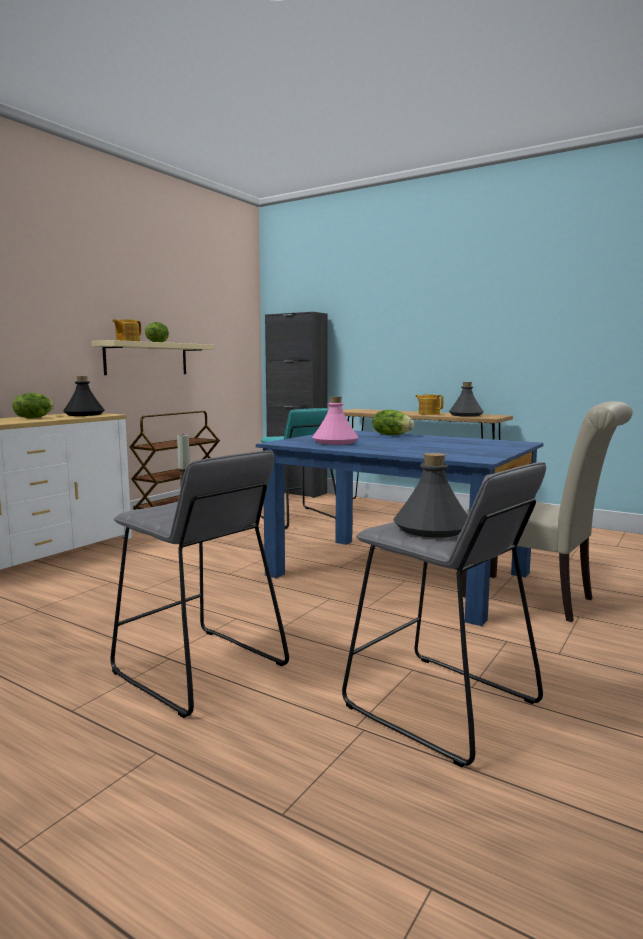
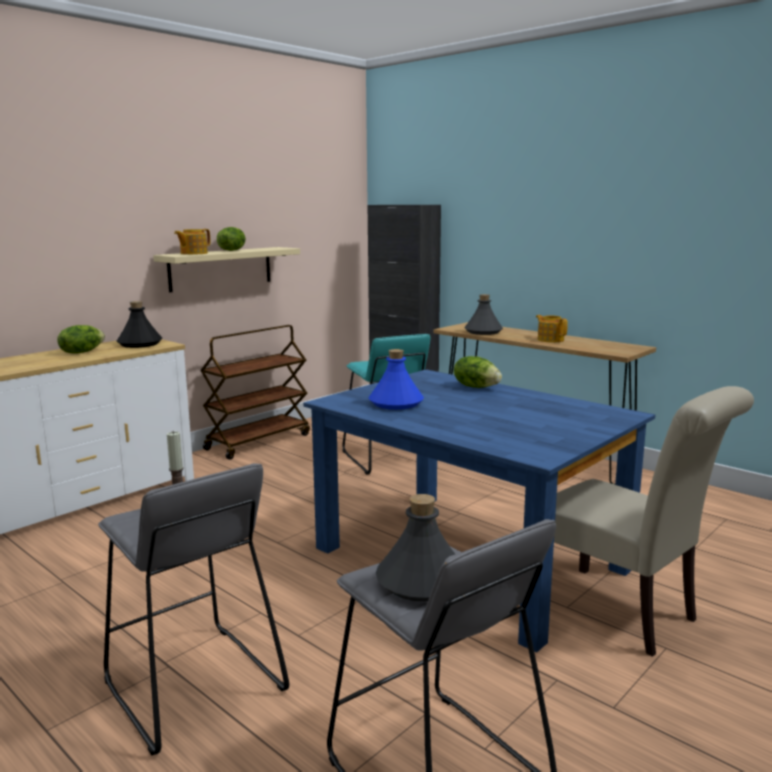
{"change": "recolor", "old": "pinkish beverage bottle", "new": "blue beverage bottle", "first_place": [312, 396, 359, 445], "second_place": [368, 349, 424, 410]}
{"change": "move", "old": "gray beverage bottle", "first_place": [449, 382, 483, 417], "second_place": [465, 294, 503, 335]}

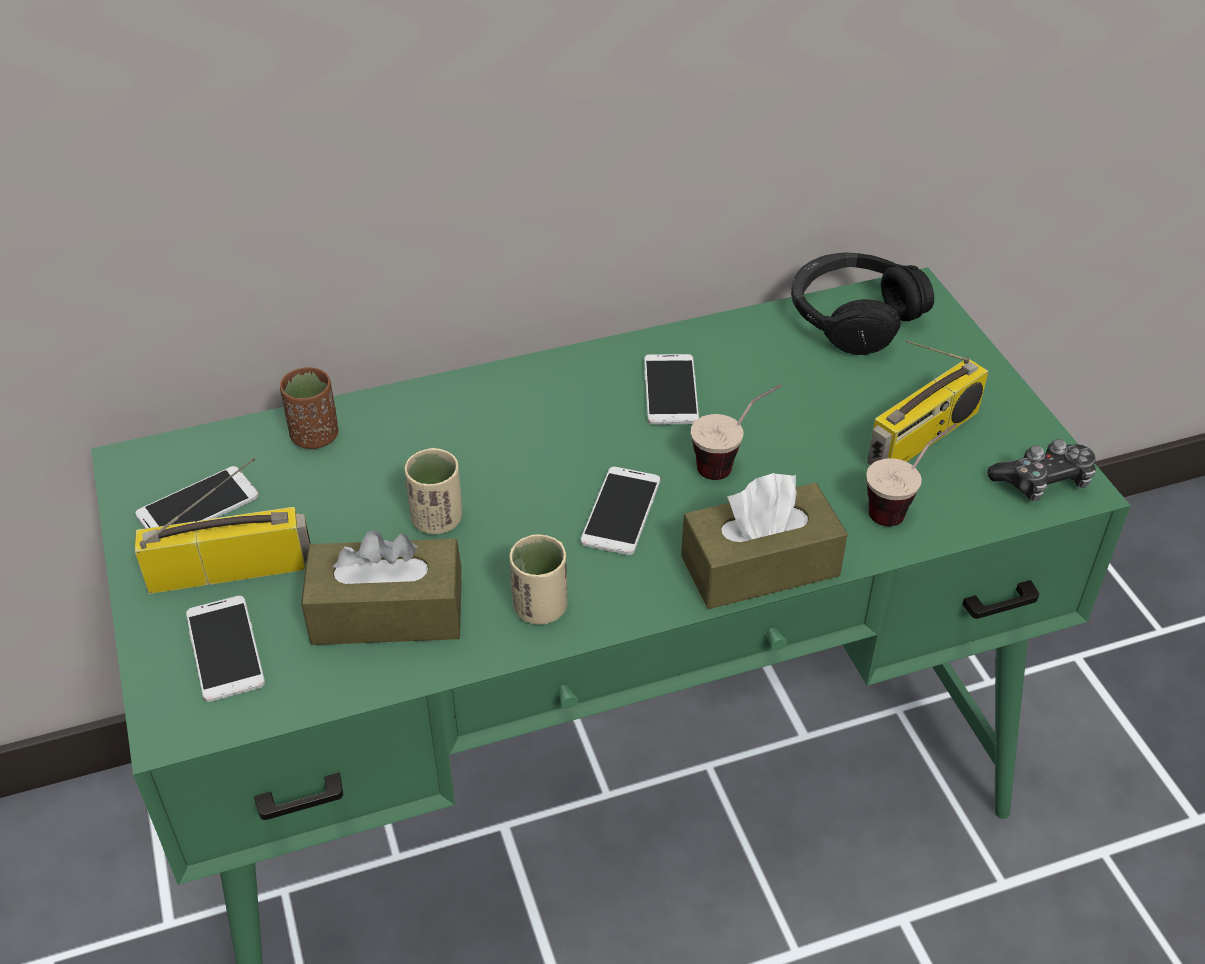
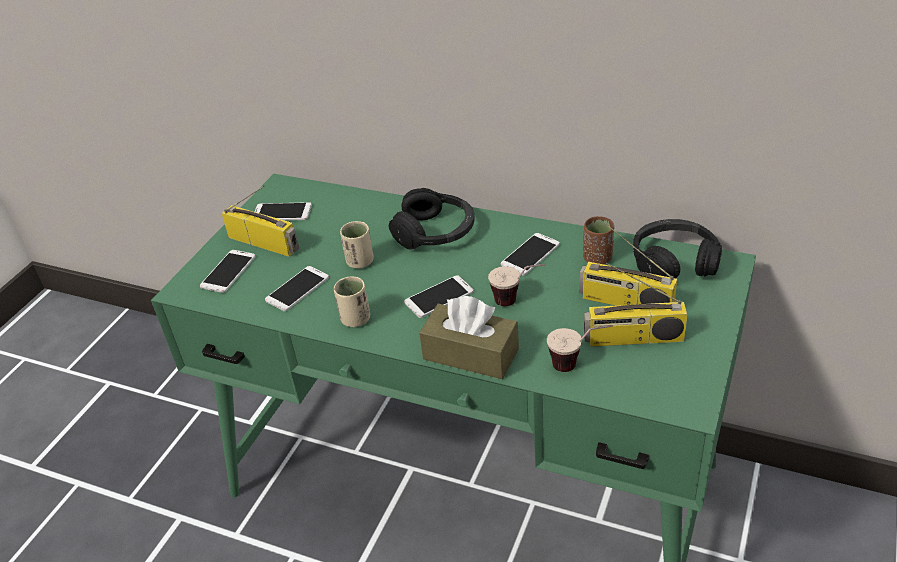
{"change": "replace", "old": "brownish tissue holder", "new": "telephone", "first_place": [301, 530, 462, 645], "second_place": [265, 266, 329, 311]}
{"change": "insert", "new": "blackish pair of headphones", "second_place": [389, 188, 475, 250]}
{"change": "insert", "new": "radio", "second_place": [579, 221, 677, 306]}
{"change": "move", "old": "brownish cup", "first_place": [280, 367, 338, 449], "second_place": [583, 216, 614, 264]}
{"change": "delete", "old": "joypad", "first_place": [987, 439, 1096, 501]}

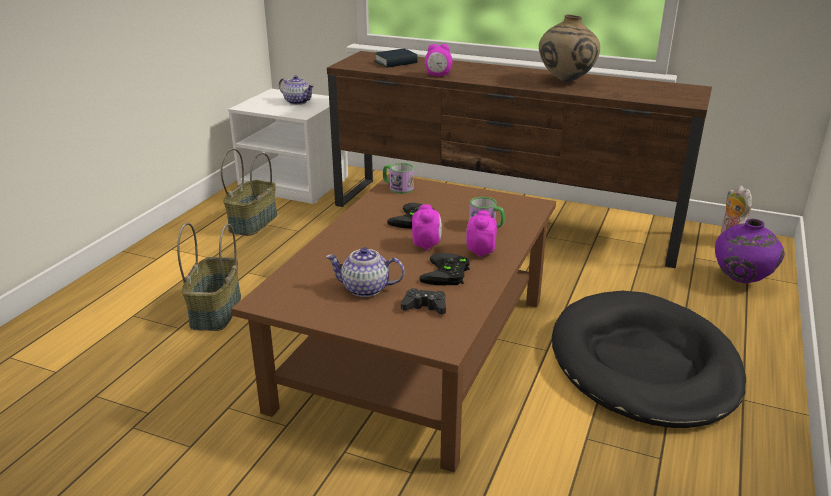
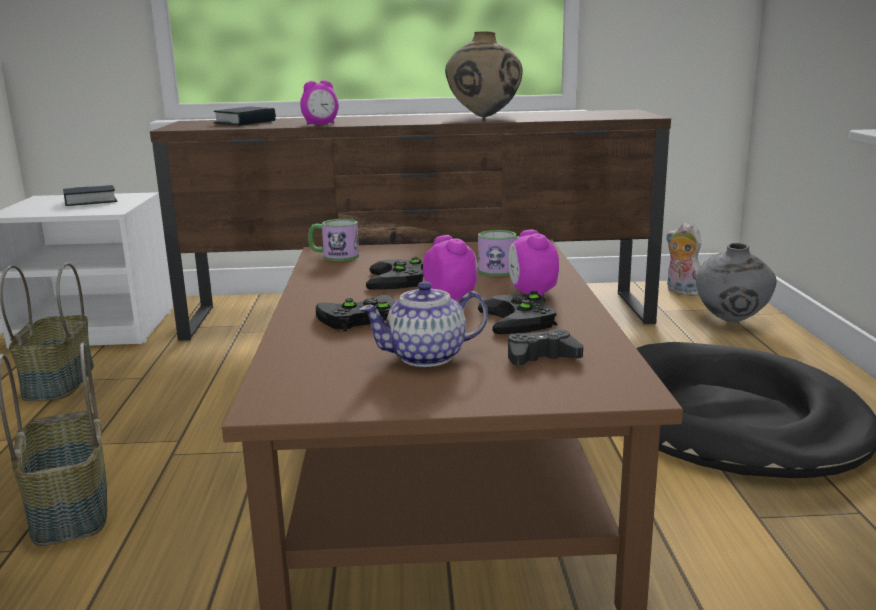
{"change": "replace", "old": "tea pot", "new": "volume", "first_place": [279, 75, 314, 105], "second_place": [63, 185, 118, 206]}
{"change": "insert", "new": "blackish joypad", "second_place": [316, 295, 395, 331]}
{"change": "recolor", "old": "purple-coloured flower vase", "new": "gray flower vase", "first_place": [715, 219, 785, 283], "second_place": [696, 243, 776, 322]}

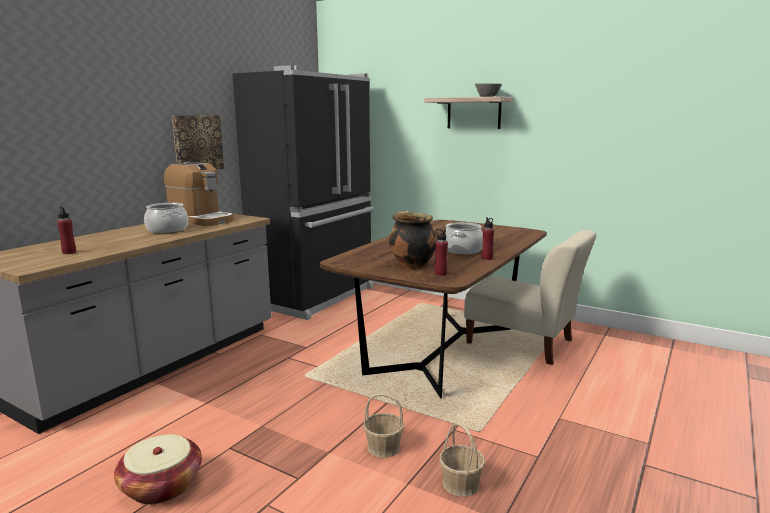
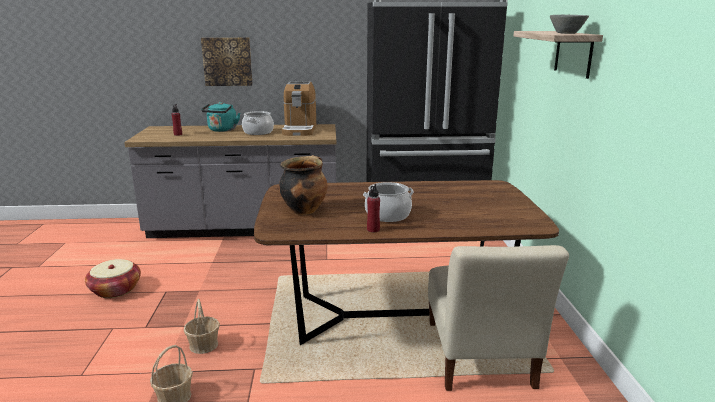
{"change": "move", "old": "wall art", "first_place": [172, 116, 224, 170], "second_place": [201, 37, 253, 86]}
{"change": "insert", "new": "turquoise-coloured water kettle", "second_place": [201, 102, 240, 132]}
{"change": "delete", "old": "reddish beverage bottle", "first_place": [435, 229, 448, 276]}

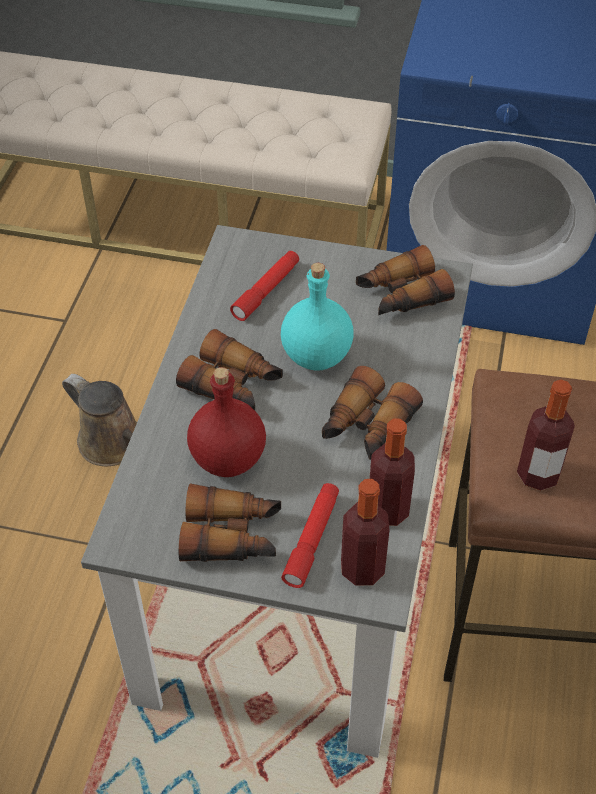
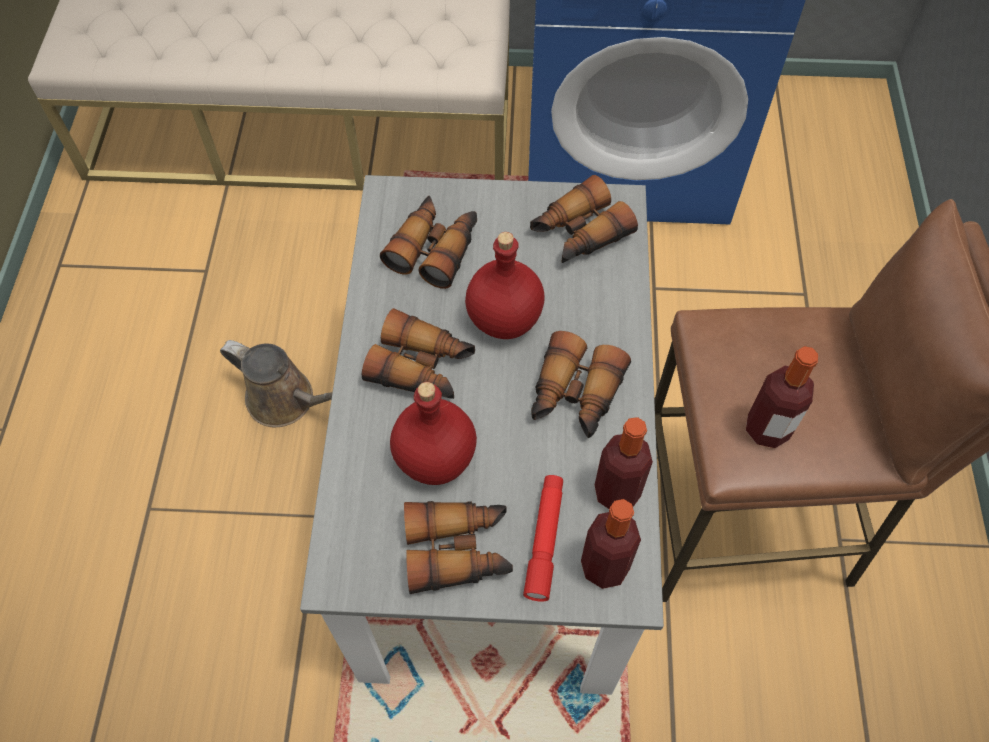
{"change": "replace", "old": "reddish flashlight", "new": "pair of binoculars", "first_place": [230, 251, 299, 321], "second_place": [380, 196, 477, 289]}
{"change": "recolor", "old": "turquoise-coloured beverage bottle", "new": "reddish beverage bottle", "first_place": [281, 263, 354, 371], "second_place": [465, 232, 545, 339]}

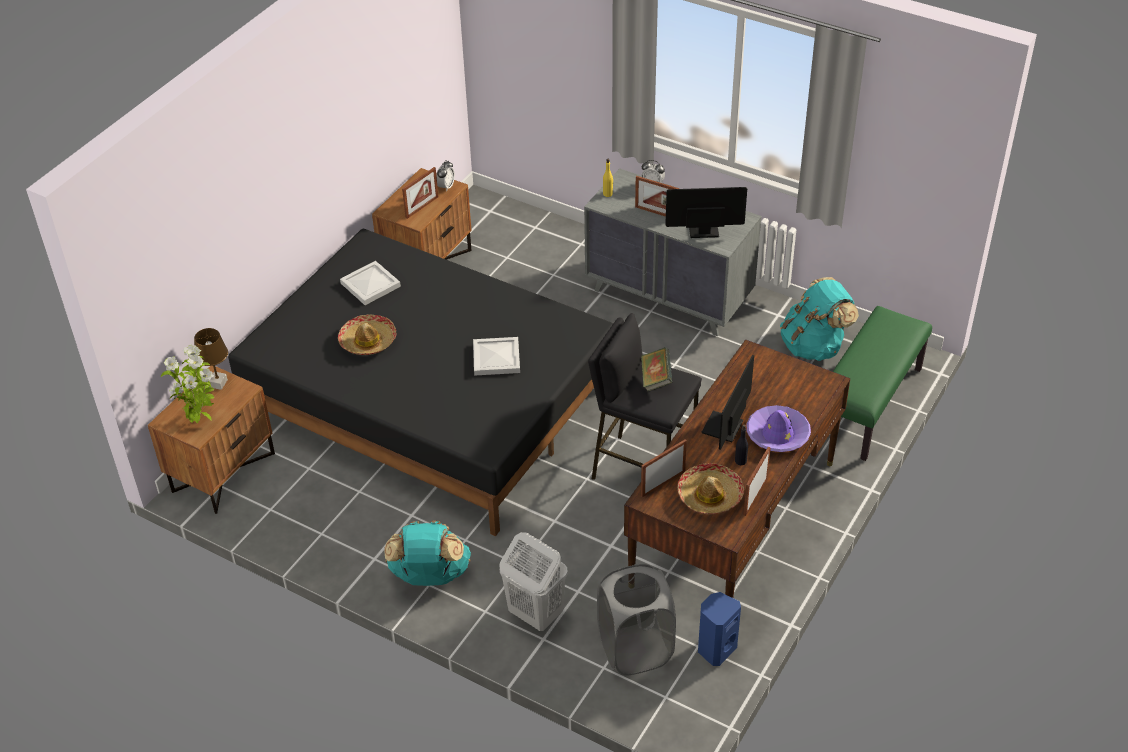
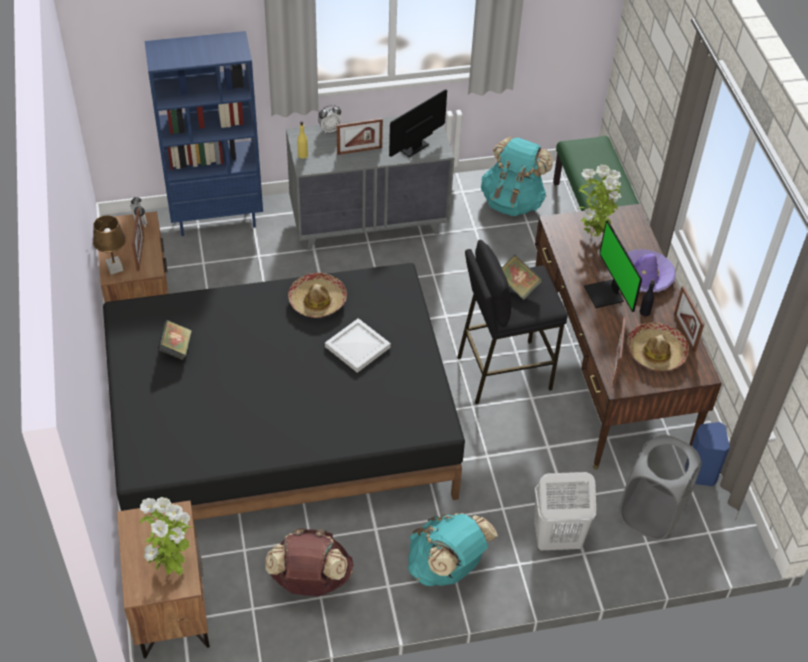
{"change": "move", "old": "brownish tabletop lamp", "first_place": [194, 328, 228, 390], "second_place": [93, 215, 126, 274]}
{"change": "insert", "new": "blue shelving unit", "second_place": [145, 31, 263, 236]}
{"change": "replace", "old": "whitish carrying tray", "new": "volume", "first_place": [340, 261, 401, 305], "second_place": [157, 320, 192, 360]}
{"change": "insert", "new": "brownish backpack", "second_place": [266, 528, 354, 596]}
{"change": "move", "old": "wearable hat", "first_place": [338, 314, 397, 355], "second_place": [288, 273, 347, 318]}
{"change": "insert", "new": "houseplant", "second_place": [578, 164, 621, 238]}

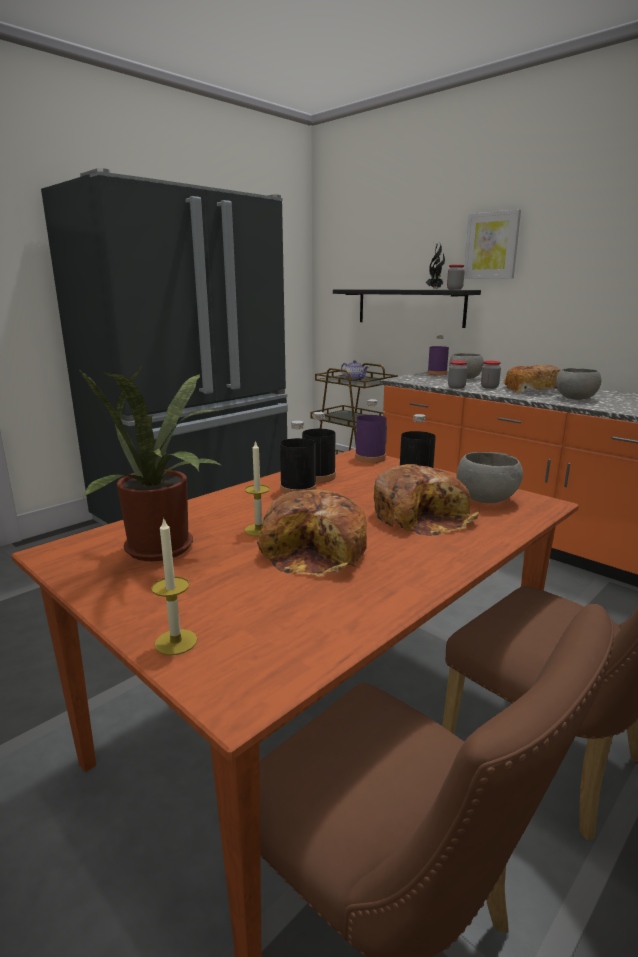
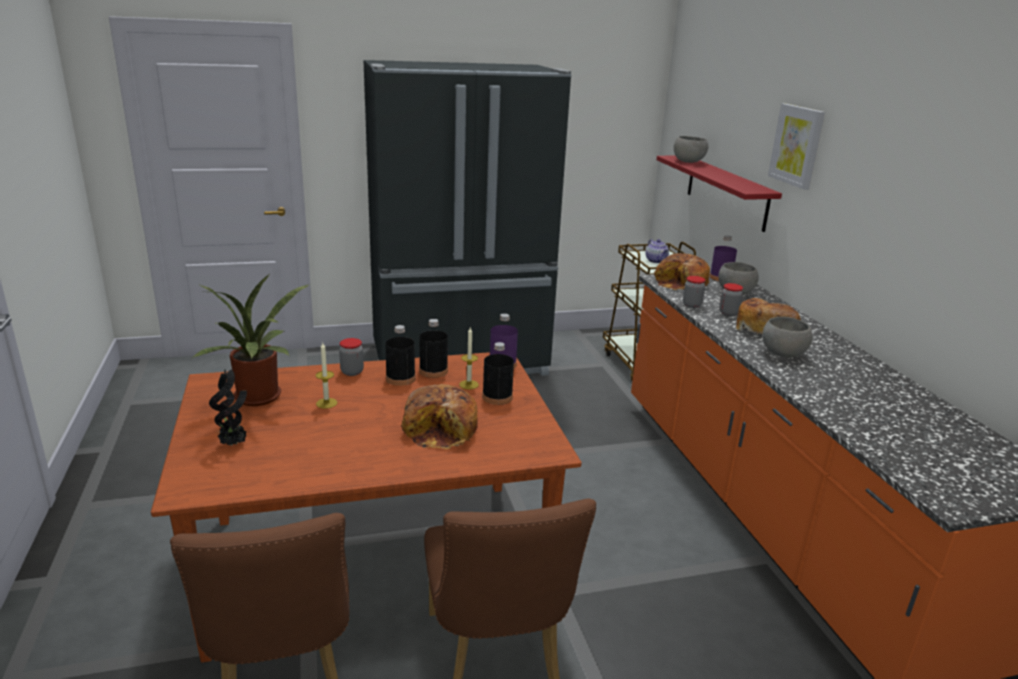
{"change": "move", "old": "houseplant", "first_place": [426, 244, 445, 289], "second_place": [209, 369, 247, 446]}
{"change": "move", "old": "preserve jar", "first_place": [447, 264, 465, 290], "second_place": [339, 338, 364, 376]}
{"change": "move", "old": "candle", "first_place": [151, 519, 197, 655], "second_place": [459, 326, 479, 390]}
{"change": "move", "old": "bakery bread", "first_place": [257, 489, 367, 576], "second_place": [654, 253, 710, 290]}
{"change": "recolor", "old": "blackish bracket shelf", "new": "reddish bracket shelf", "first_place": [333, 289, 481, 328], "second_place": [656, 156, 782, 232]}
{"change": "move", "old": "gray deep dish", "first_place": [456, 452, 523, 503], "second_place": [674, 136, 708, 163]}

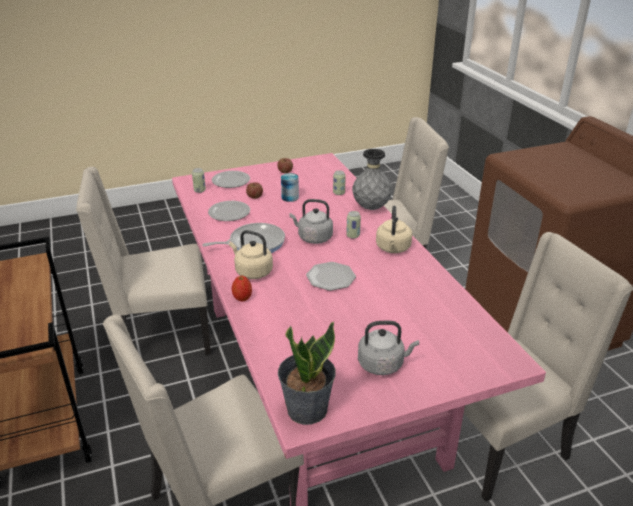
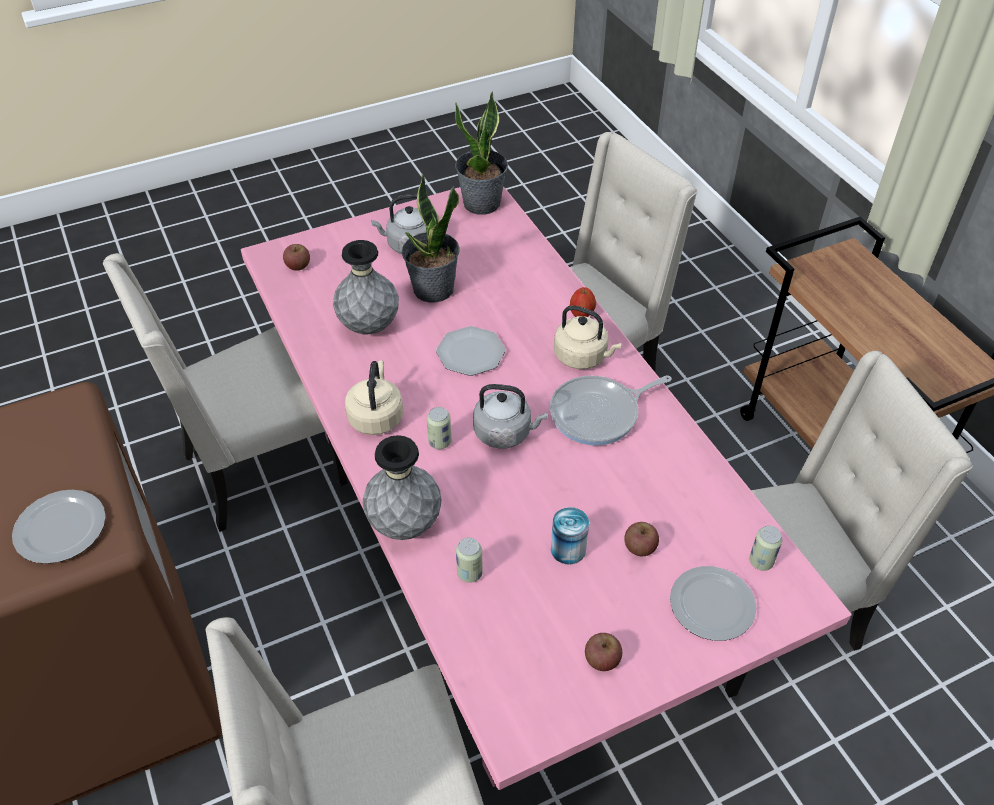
{"change": "move", "old": "plate", "first_place": [208, 201, 250, 221], "second_place": [12, 490, 106, 564]}
{"change": "insert", "new": "apple fruit", "second_place": [283, 244, 310, 271]}
{"change": "insert", "new": "gray flower vase", "second_place": [333, 240, 399, 334]}
{"change": "insert", "new": "houseplant", "second_place": [402, 174, 460, 302]}

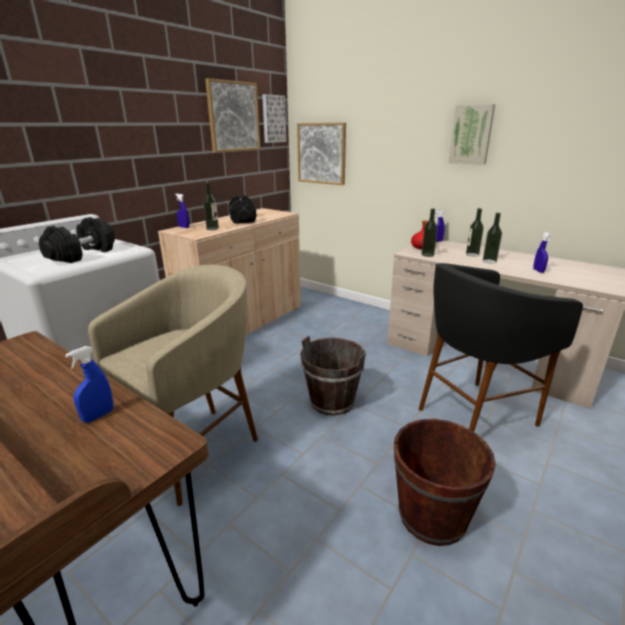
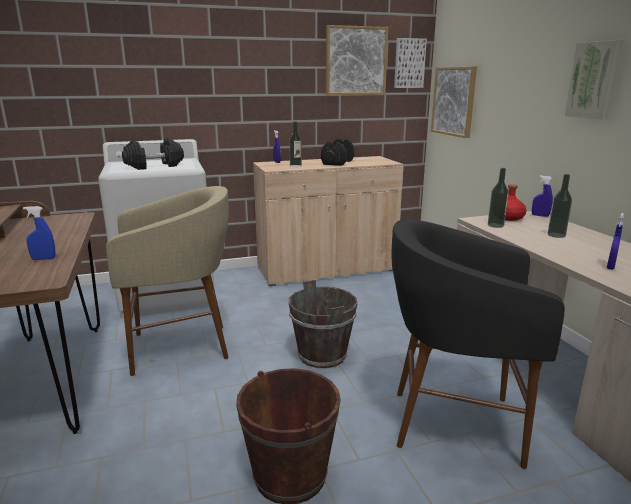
{"change": "delete", "old": "beverage bottle", "first_place": [483, 213, 502, 264]}

